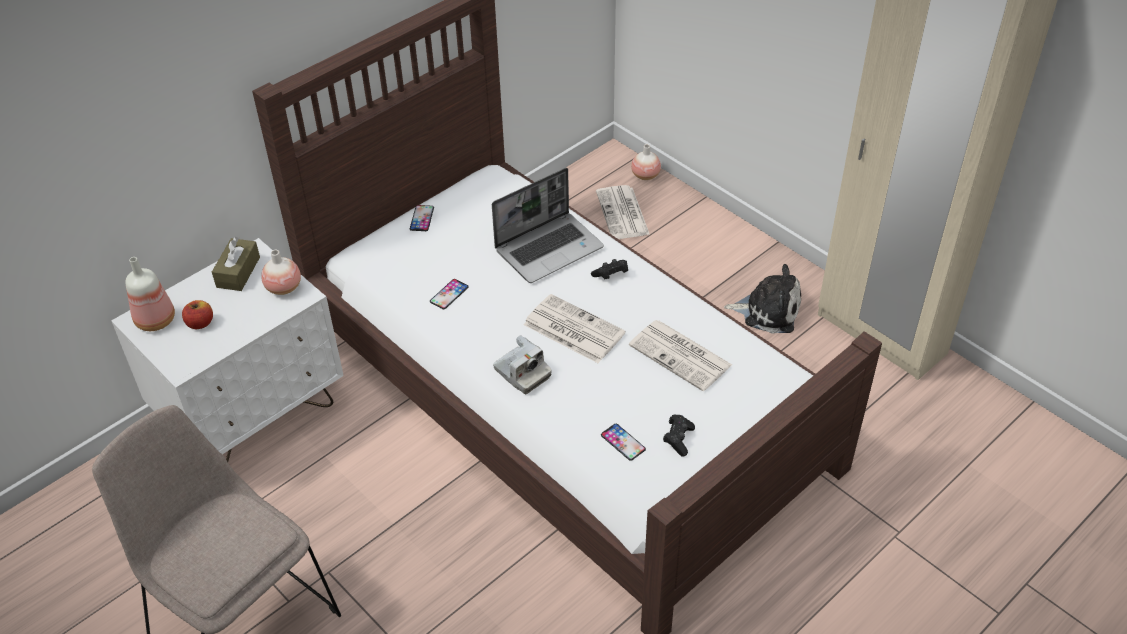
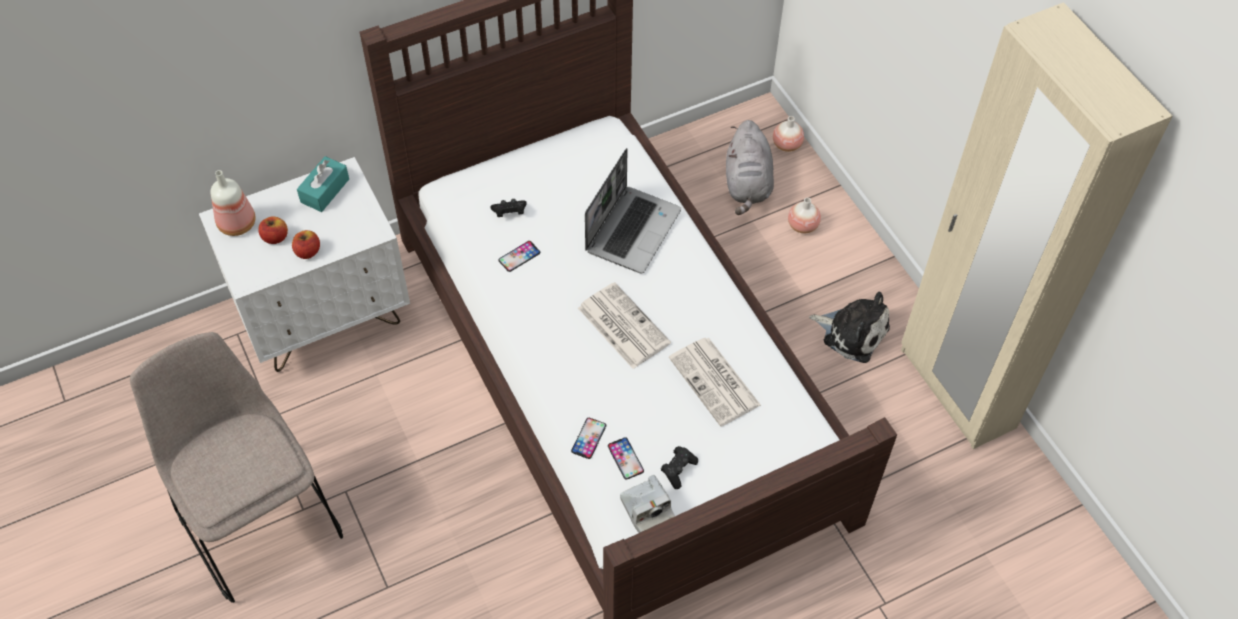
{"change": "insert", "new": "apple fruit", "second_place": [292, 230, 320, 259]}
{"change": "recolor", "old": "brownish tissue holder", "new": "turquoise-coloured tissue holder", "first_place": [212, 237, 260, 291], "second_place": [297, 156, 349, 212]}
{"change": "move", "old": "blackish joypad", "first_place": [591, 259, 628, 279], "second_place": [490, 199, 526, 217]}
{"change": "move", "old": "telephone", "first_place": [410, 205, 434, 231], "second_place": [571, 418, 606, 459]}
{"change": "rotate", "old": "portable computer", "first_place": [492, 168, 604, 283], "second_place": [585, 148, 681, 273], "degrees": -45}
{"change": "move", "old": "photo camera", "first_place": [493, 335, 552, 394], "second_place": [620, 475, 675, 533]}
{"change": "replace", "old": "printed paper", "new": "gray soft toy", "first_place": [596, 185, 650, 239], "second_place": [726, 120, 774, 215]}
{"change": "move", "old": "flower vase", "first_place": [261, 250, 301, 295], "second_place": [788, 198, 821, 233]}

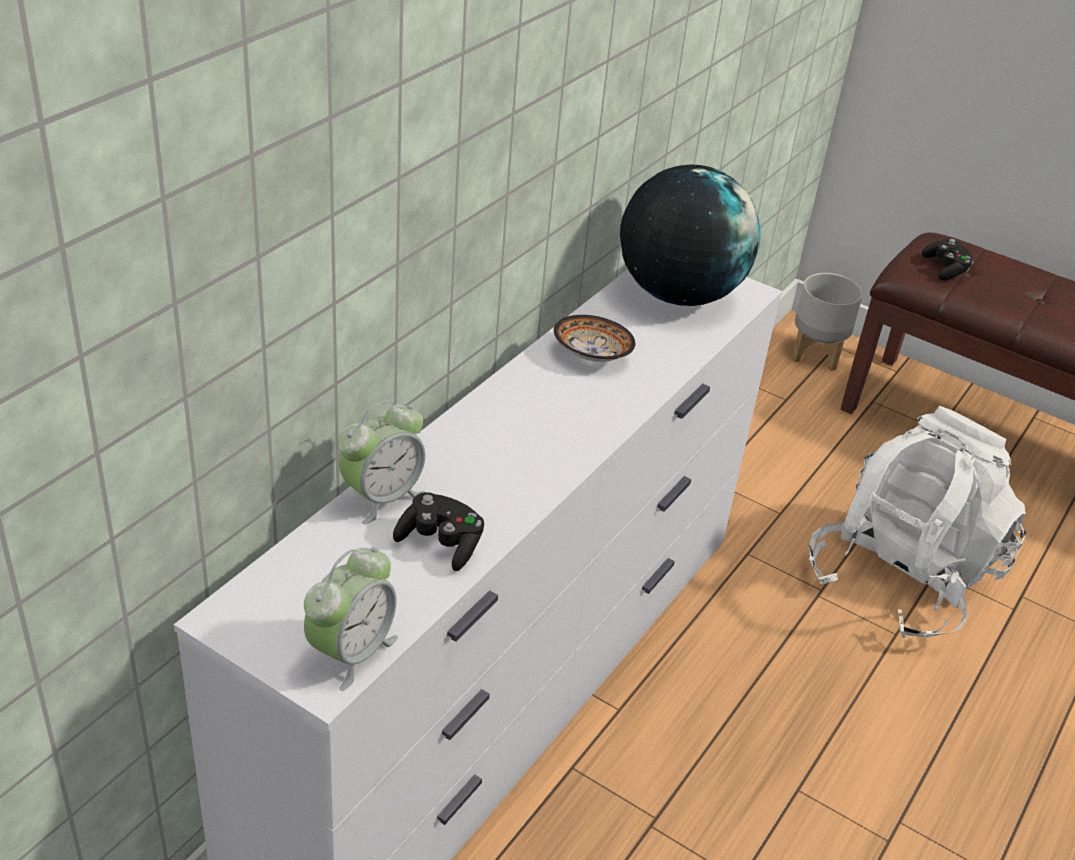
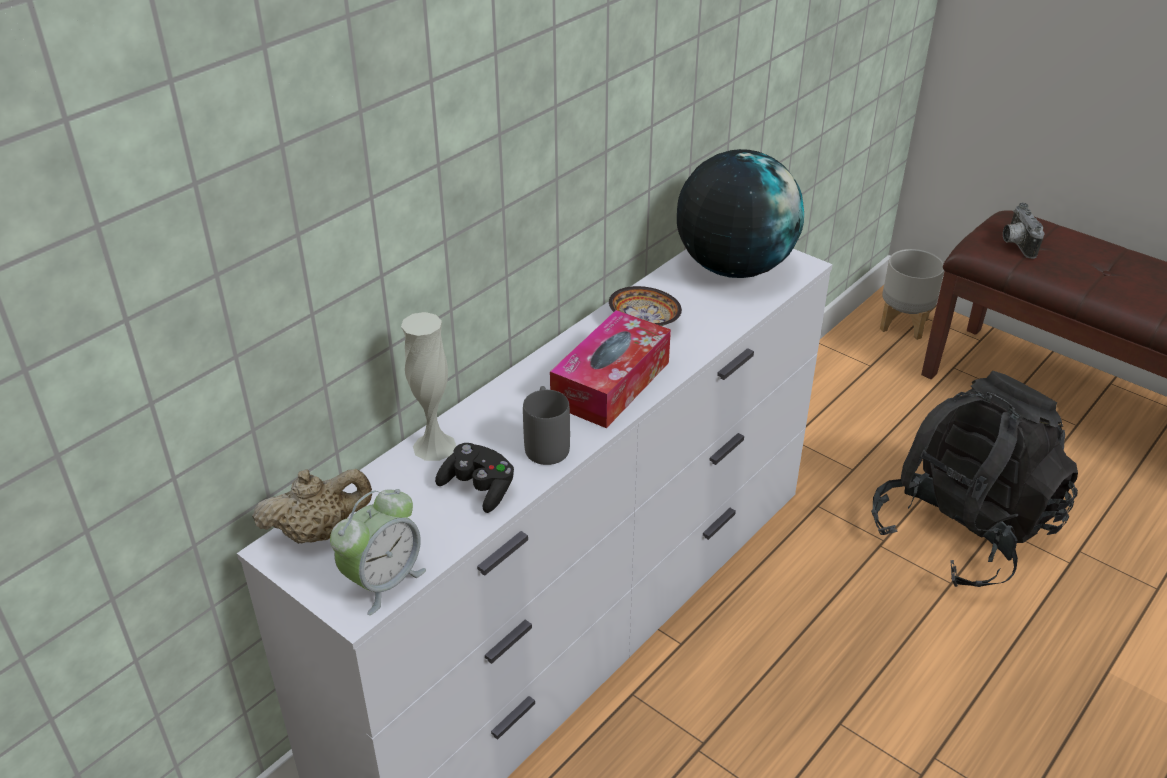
{"change": "insert", "new": "beige tea pot", "second_place": [252, 469, 372, 544]}
{"change": "replace", "old": "table clock", "new": "whitish flower vase", "first_place": [338, 400, 425, 524], "second_place": [401, 312, 456, 461]}
{"change": "insert", "new": "gray mug", "second_place": [523, 386, 570, 465]}
{"change": "insert", "new": "tissue holder", "second_place": [550, 310, 671, 428]}
{"change": "recolor", "old": "whitish backpack", "new": "blackish backpack", "first_place": [809, 406, 1026, 638], "second_place": [871, 371, 1078, 587]}
{"change": "replace", "old": "blackish joypad", "new": "photo camera", "first_place": [922, 238, 973, 281], "second_place": [1003, 203, 1044, 259]}

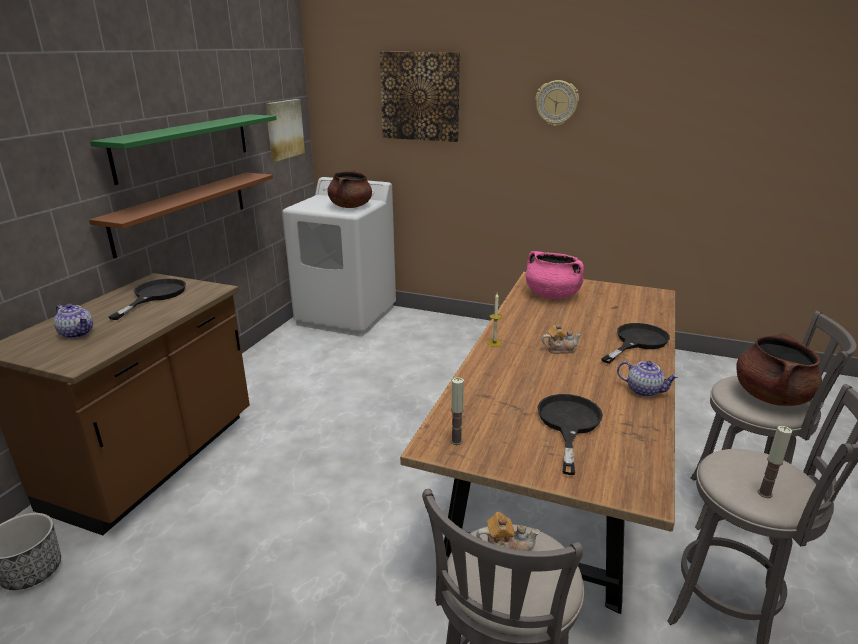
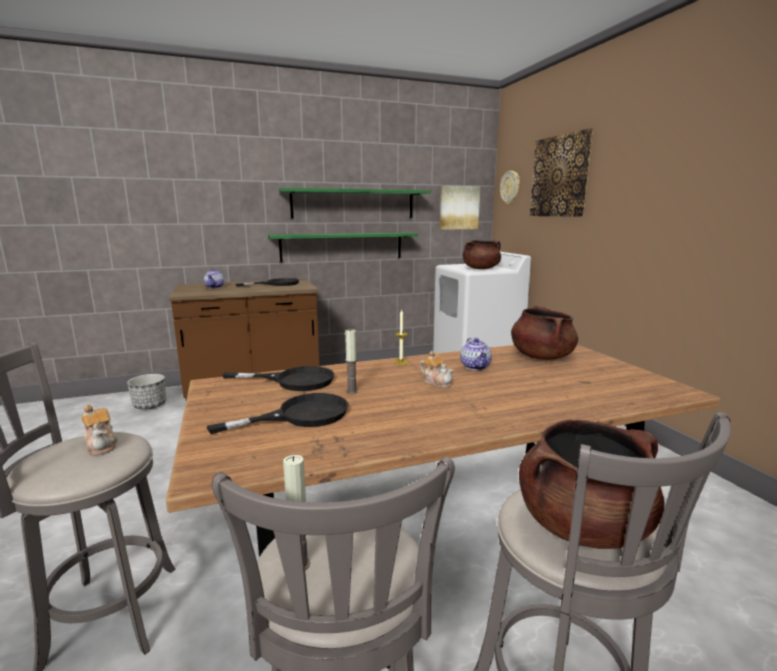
{"change": "move", "old": "blackish skillet", "first_place": [601, 323, 670, 364], "second_place": [222, 366, 334, 391]}
{"change": "recolor", "old": "brownish bracket shelf", "new": "green-coloured bracket shelf", "first_place": [89, 172, 273, 259], "second_place": [268, 232, 418, 262]}
{"change": "move", "old": "candle", "first_place": [450, 377, 464, 445], "second_place": [345, 329, 358, 394]}
{"change": "move", "old": "tea pot", "first_place": [617, 361, 679, 397], "second_place": [460, 338, 492, 370]}
{"change": "move", "old": "clock on the wall", "first_place": [535, 80, 579, 126], "second_place": [500, 171, 520, 204]}
{"change": "recolor", "old": "pinkish cooking pot", "new": "brownish cooking pot", "first_place": [526, 251, 584, 299], "second_place": [511, 305, 578, 360]}

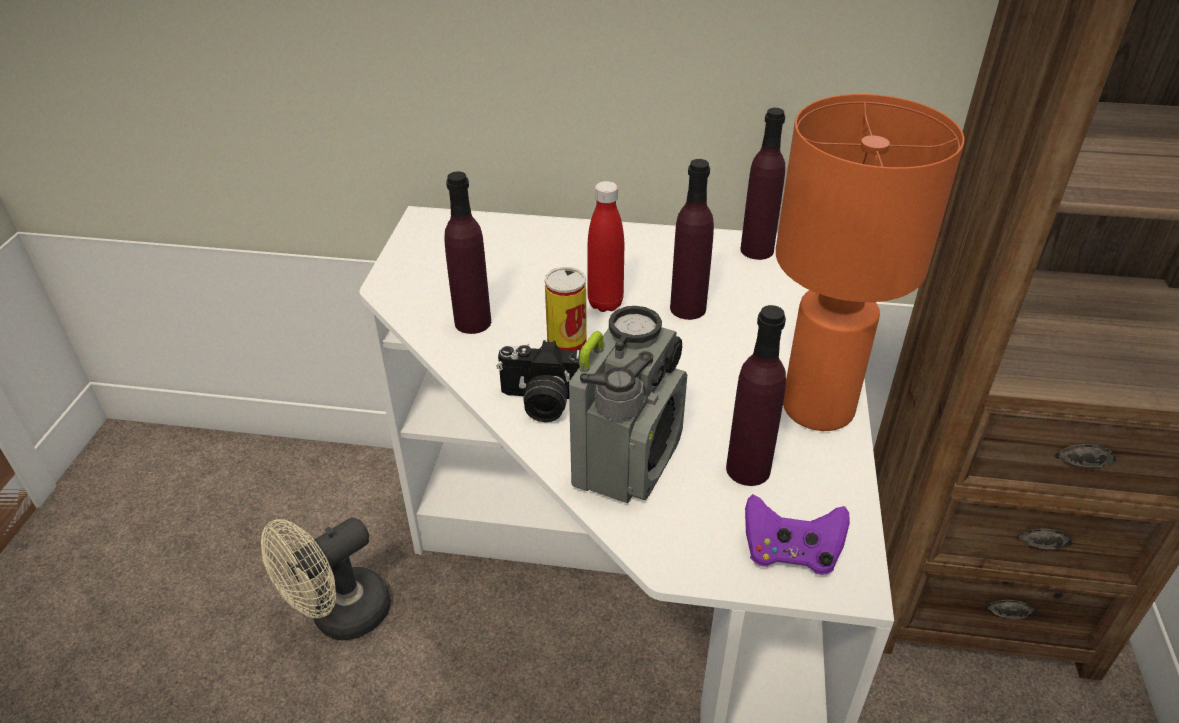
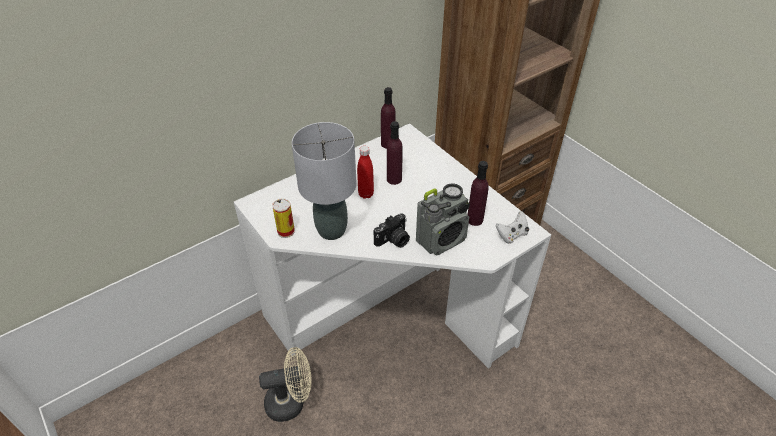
{"change": "rotate", "old": "beige electric fan", "first_place": [261, 517, 391, 640], "second_place": [259, 347, 311, 422], "degrees": -105}
{"change": "move", "old": "metal can", "first_place": [545, 267, 587, 351], "second_place": [272, 198, 295, 238]}
{"change": "replace", "old": "purple-coloured beverage bottle", "new": "gray tabletop lamp", "first_place": [444, 171, 491, 334], "second_place": [292, 122, 357, 240]}
{"change": "rotate", "old": "radio", "first_place": [569, 306, 687, 503], "second_place": [416, 184, 470, 256], "degrees": 75}
{"change": "recolor", "old": "purple-coloured joypad", "new": "whitish joypad", "first_place": [745, 494, 850, 575], "second_place": [495, 211, 529, 244]}
{"change": "delete", "old": "orange tabletop lamp", "first_place": [776, 94, 964, 431]}

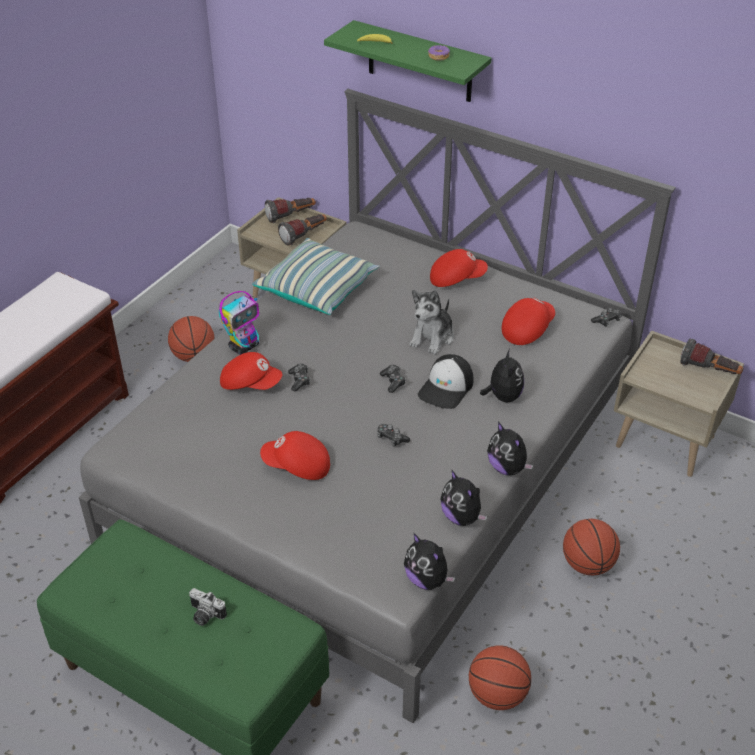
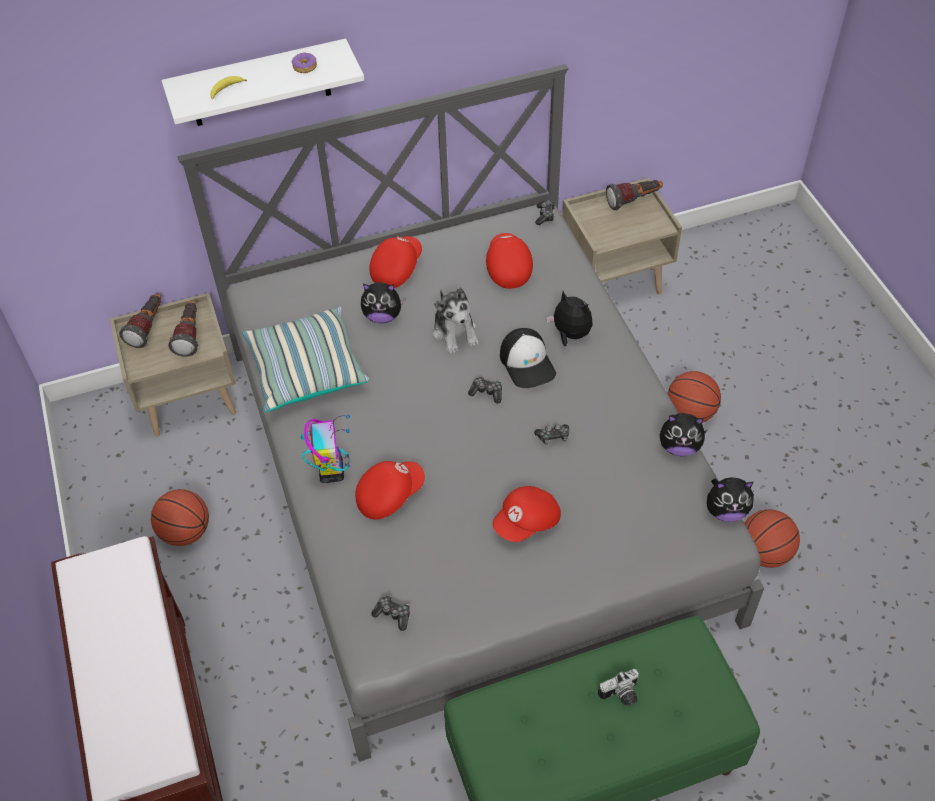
{"change": "recolor", "old": "green-coloured bracket shelf", "new": "whitish bracket shelf", "first_place": [324, 20, 492, 102], "second_place": [161, 39, 364, 126]}
{"change": "move", "old": "soft toy", "first_place": [487, 422, 533, 475], "second_place": [361, 282, 406, 323]}
{"change": "move", "old": "joypad", "first_place": [288, 363, 310, 391], "second_place": [371, 595, 410, 631]}

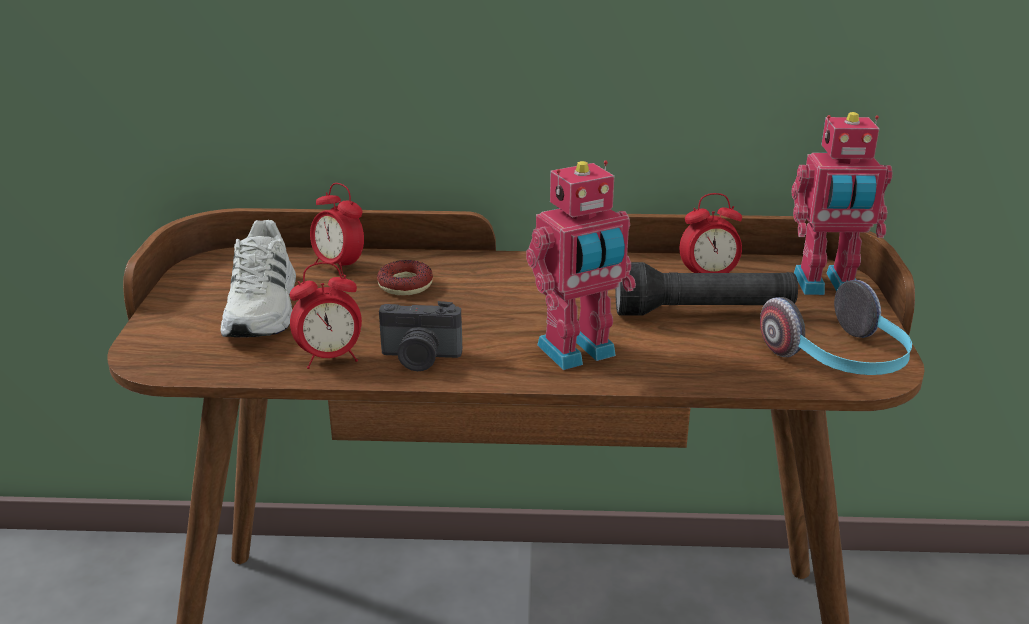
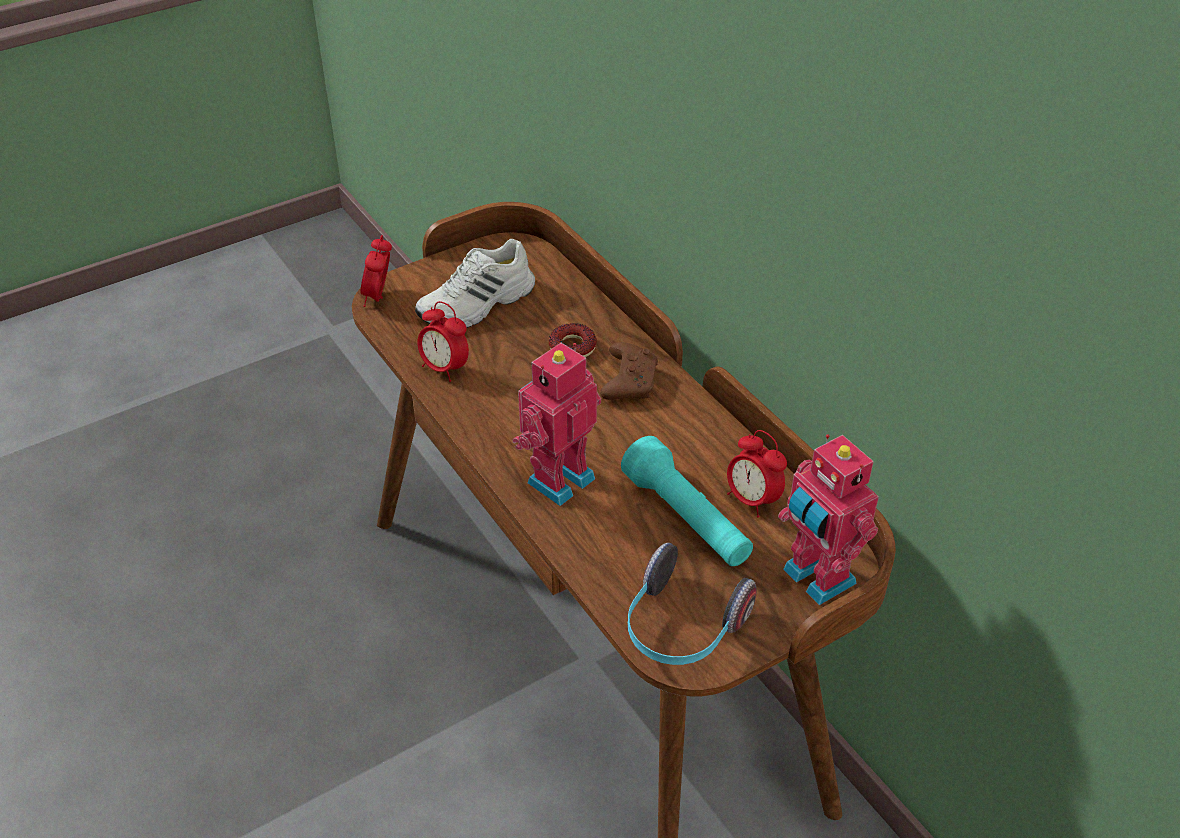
{"change": "move", "old": "table clock", "first_place": [310, 183, 364, 276], "second_place": [360, 235, 392, 307]}
{"change": "rotate", "old": "toy robot", "first_place": [526, 161, 636, 370], "second_place": [513, 343, 601, 506], "degrees": 105}
{"change": "insert", "new": "brownish joypad", "second_place": [600, 342, 658, 400]}
{"change": "recolor", "old": "blackish flashlight", "new": "turquoise-coloured flashlight", "first_place": [615, 262, 798, 316], "second_place": [621, 436, 753, 566]}
{"change": "delete", "old": "photo camera", "first_place": [379, 301, 462, 371]}

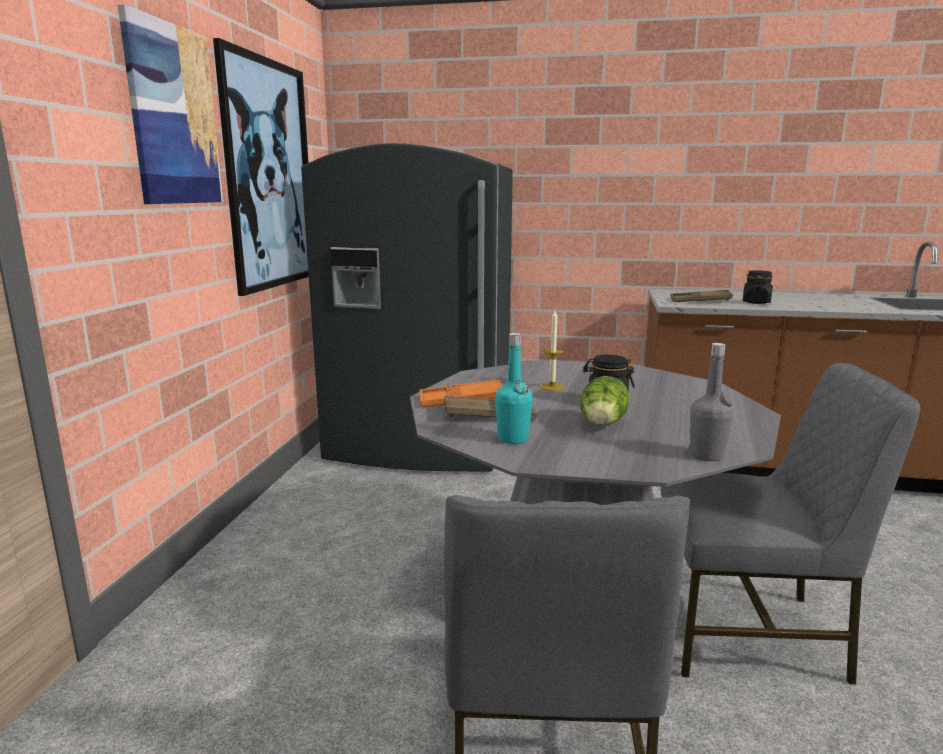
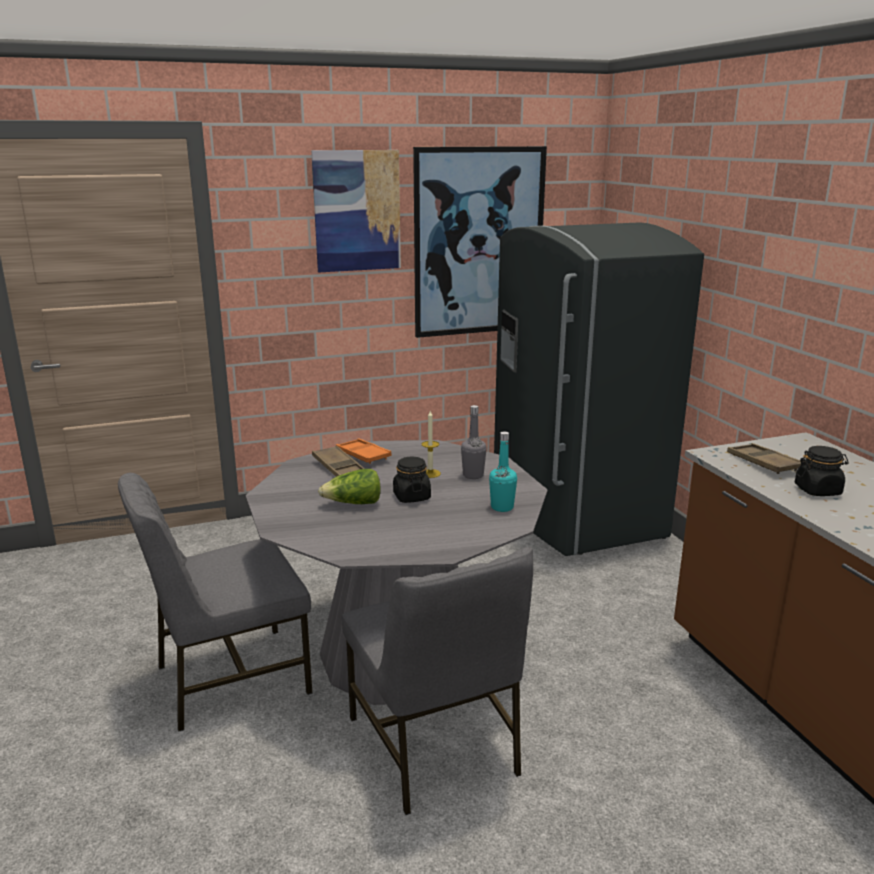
{"change": "move", "old": "gray beverage bottle", "first_place": [689, 343, 733, 461], "second_place": [461, 405, 487, 479]}
{"change": "move", "old": "turquoise-coloured beverage bottle", "first_place": [495, 333, 533, 444], "second_place": [489, 432, 517, 512]}

